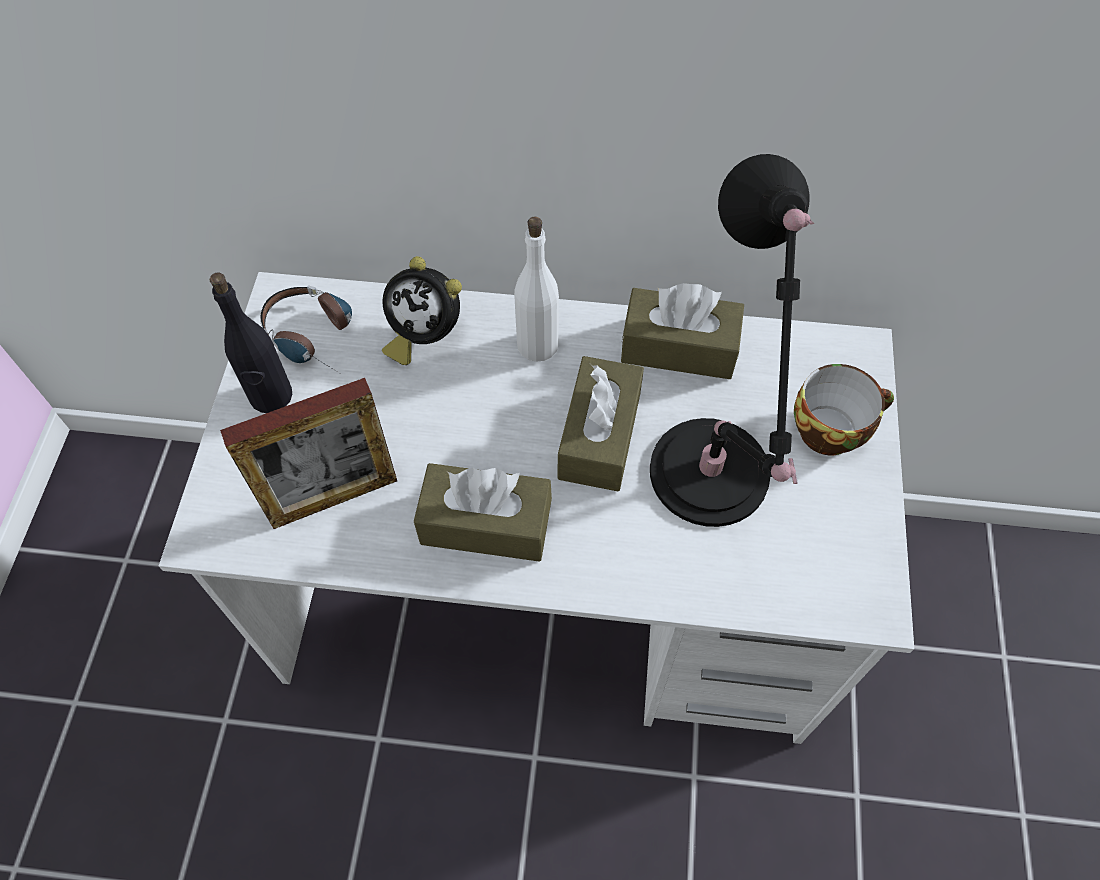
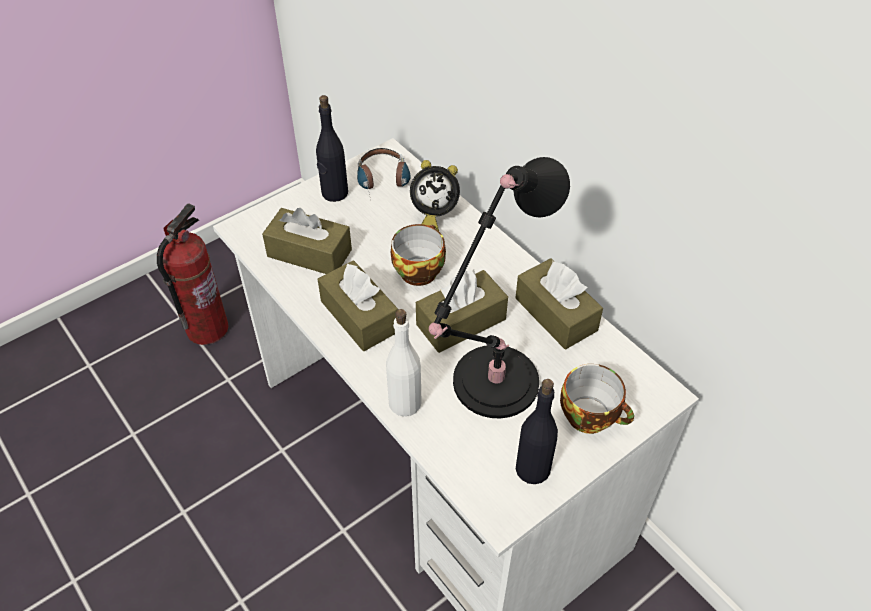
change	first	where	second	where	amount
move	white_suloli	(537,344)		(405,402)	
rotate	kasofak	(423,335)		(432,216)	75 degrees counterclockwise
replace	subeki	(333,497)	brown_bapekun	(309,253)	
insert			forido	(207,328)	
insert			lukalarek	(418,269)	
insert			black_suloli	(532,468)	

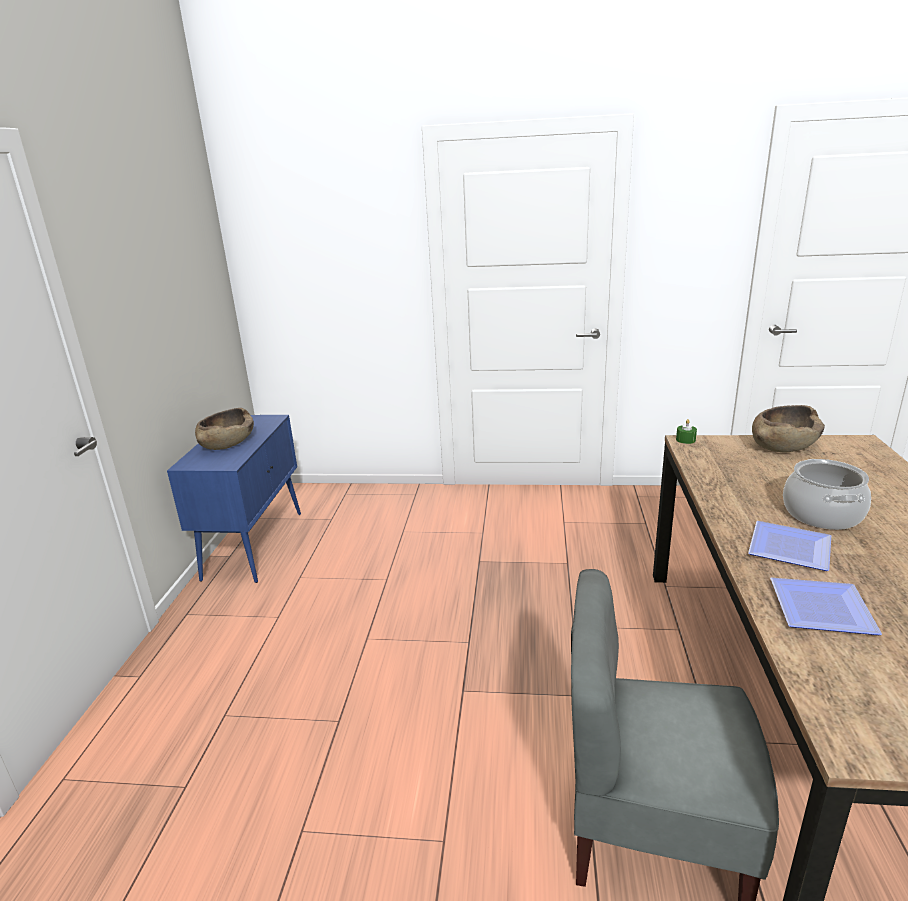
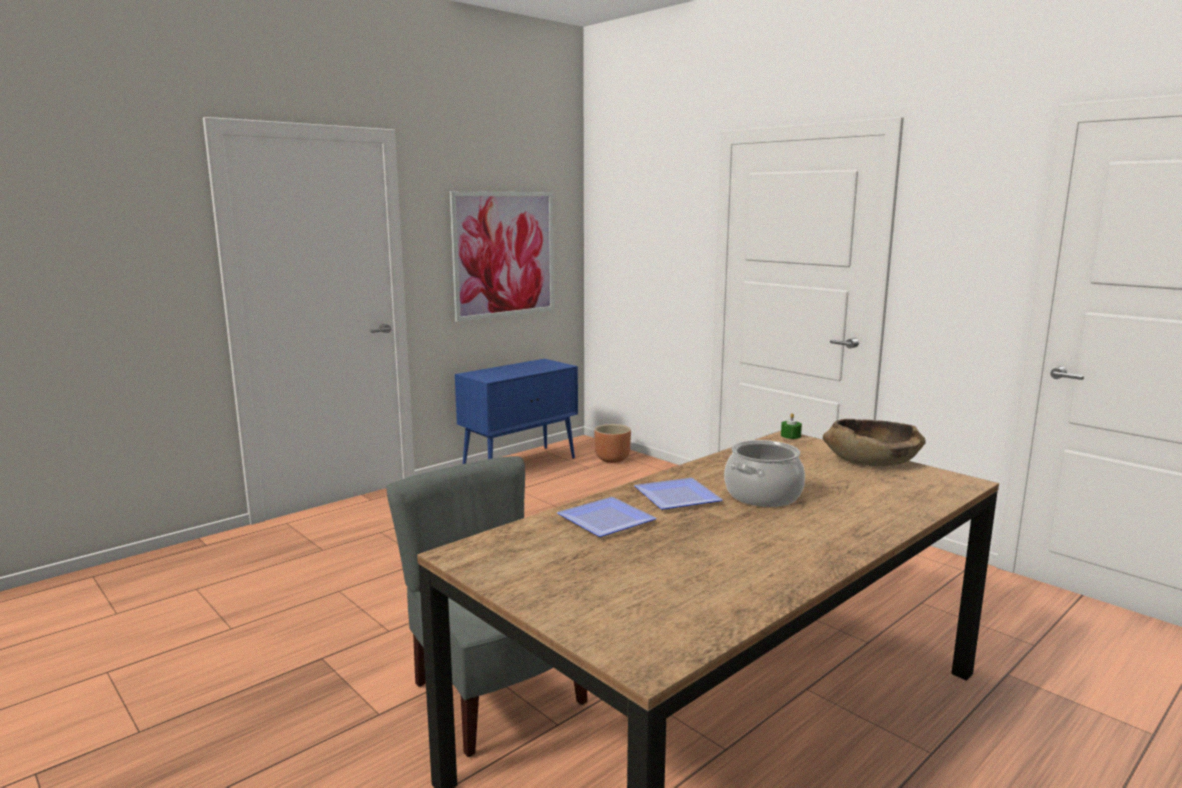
change	first	where	second	where	amount
delete	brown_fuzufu	(227,442)			
insert			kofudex	(504,254)	
insert			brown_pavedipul	(612,459)	

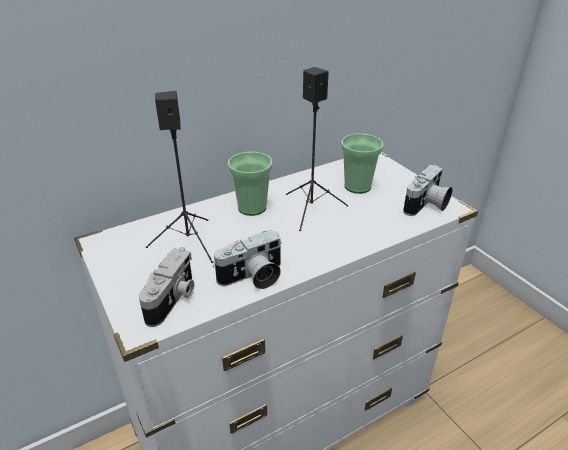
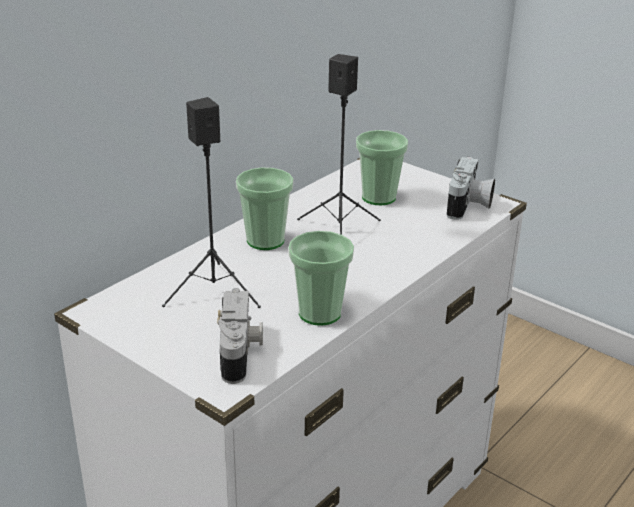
change	first	where	second	where	amount
replace	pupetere	(253,277)	lukalarek	(319,313)	

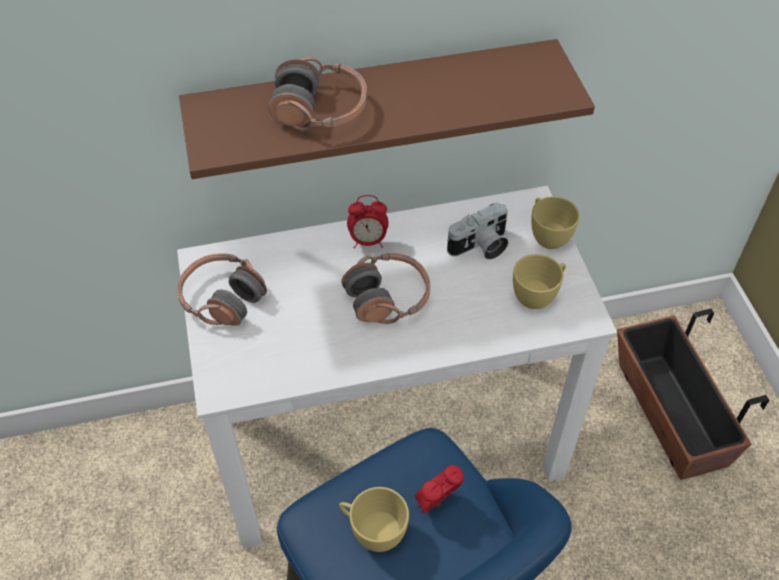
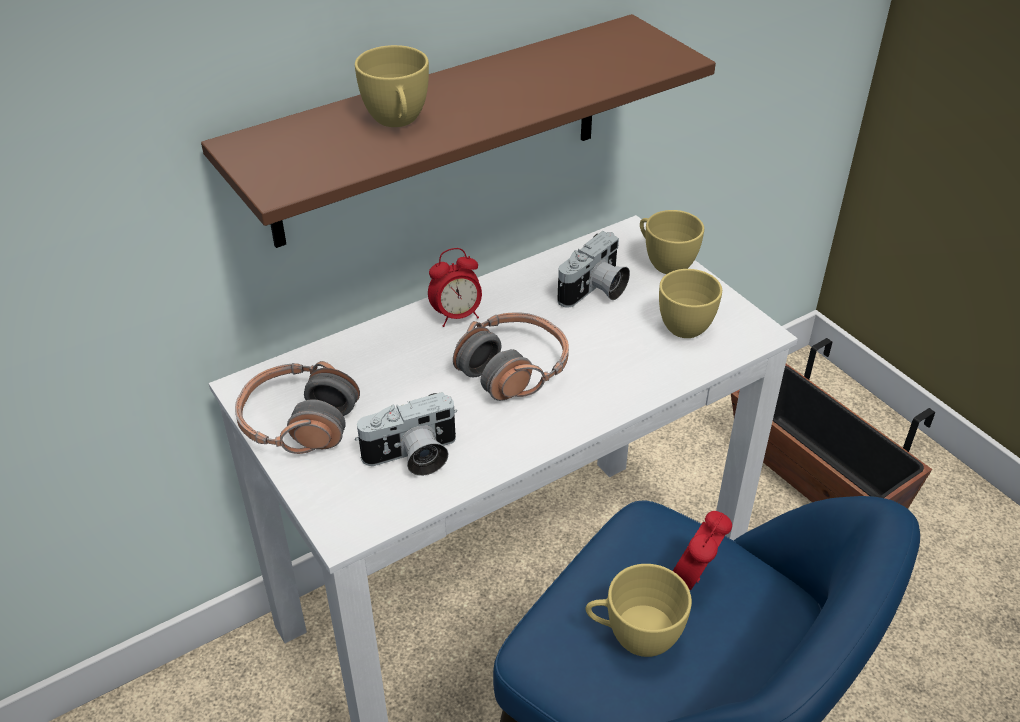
change	first	where	second	where	amount
replace	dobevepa	(320,110)	yellow_lukalarek	(397,122)	
insert			pupetere	(413,457)	

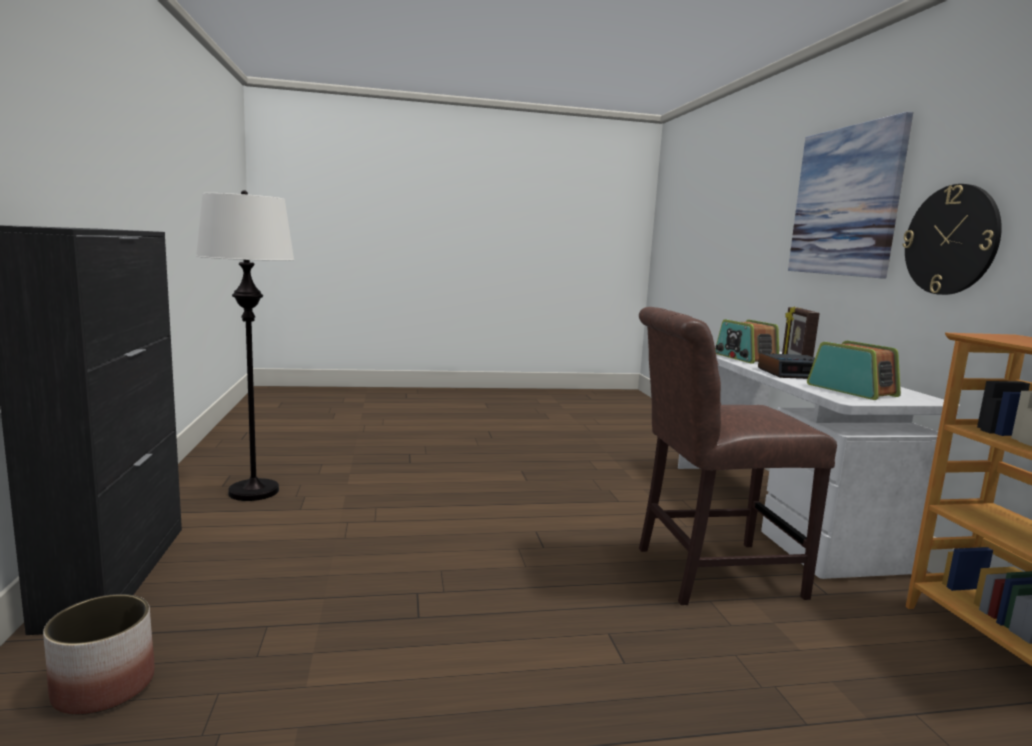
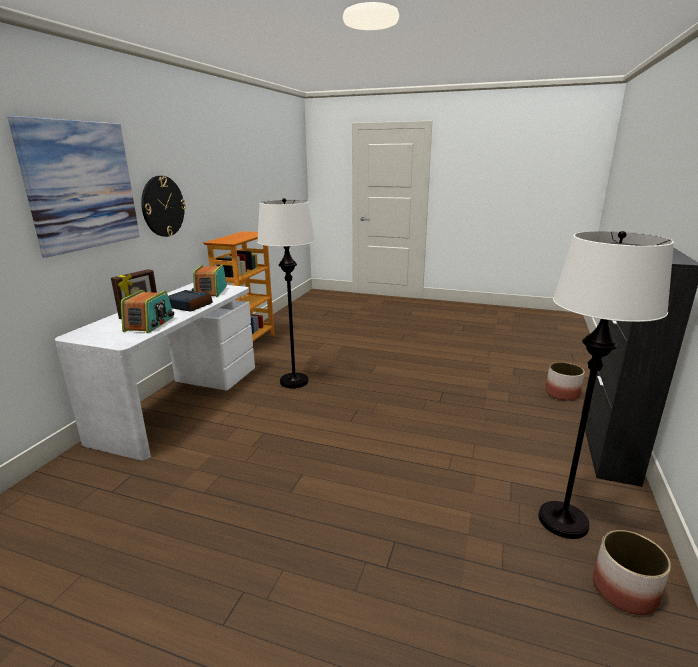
change	first	where	second	where	amount
replace	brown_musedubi	(708,572)	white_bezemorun	(294,381)	
insert			pavedipul	(624,590)	

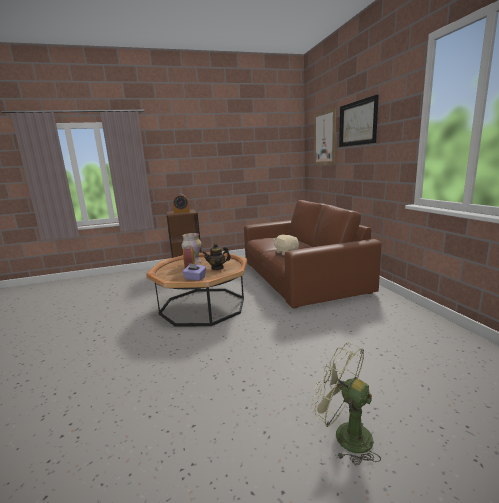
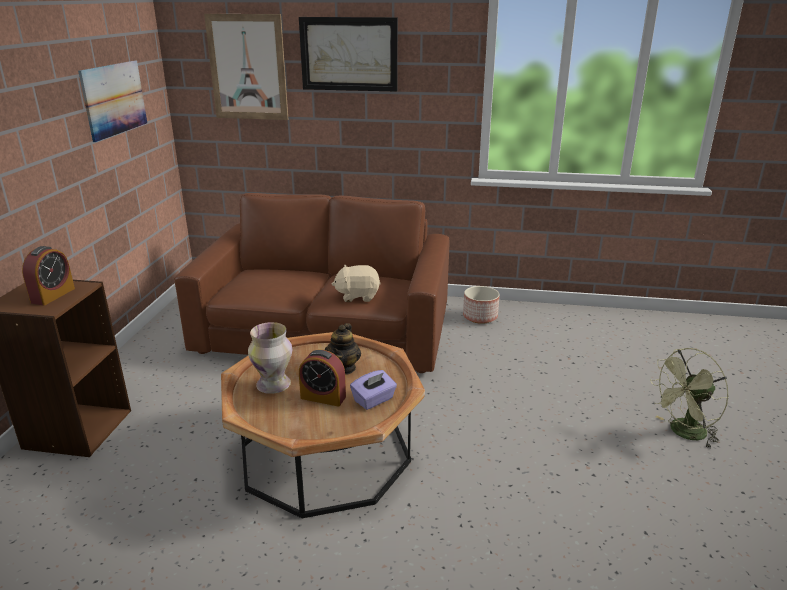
change	first	where	second	where	amount
insert			kofudex	(114,99)	
insert			pavedipul	(480,317)	

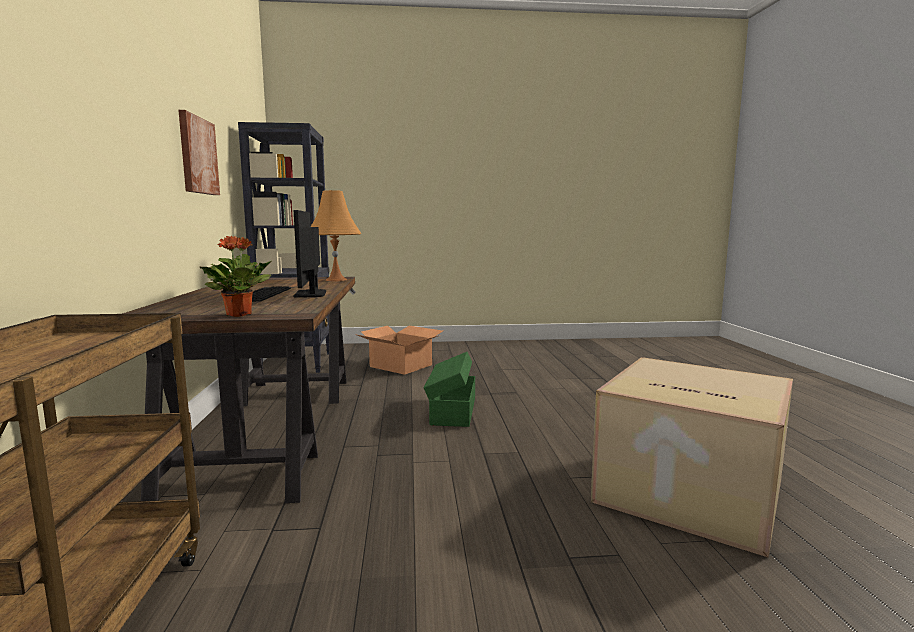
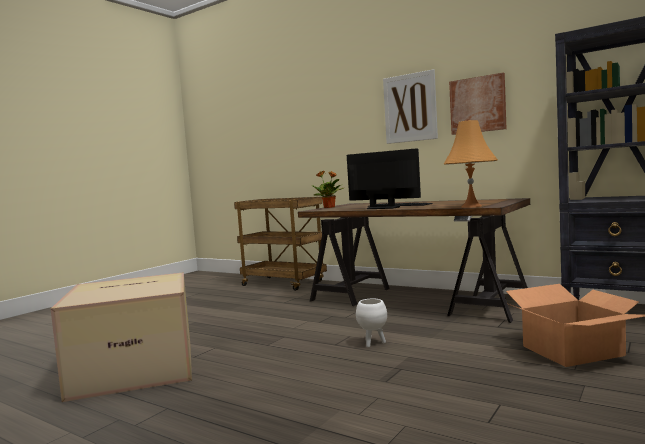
change	first	where	second	where	amount
replace	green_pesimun	(452,411)	white_pavedipul	(372,343)	
insert			kofudex	(410,108)	

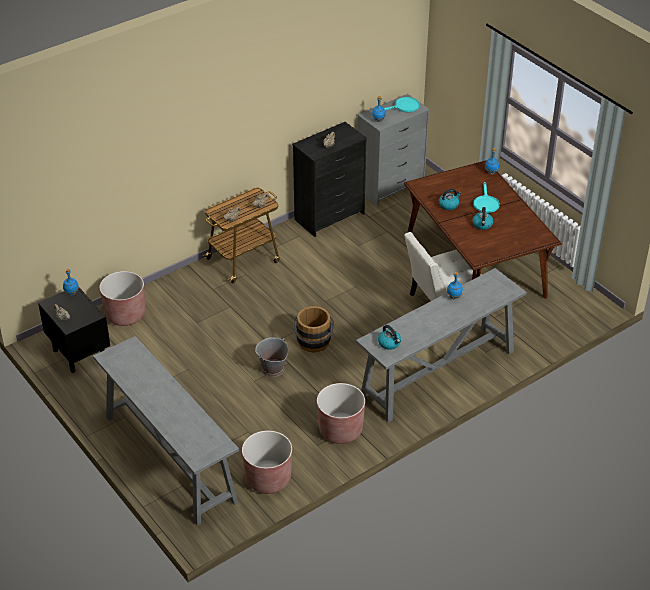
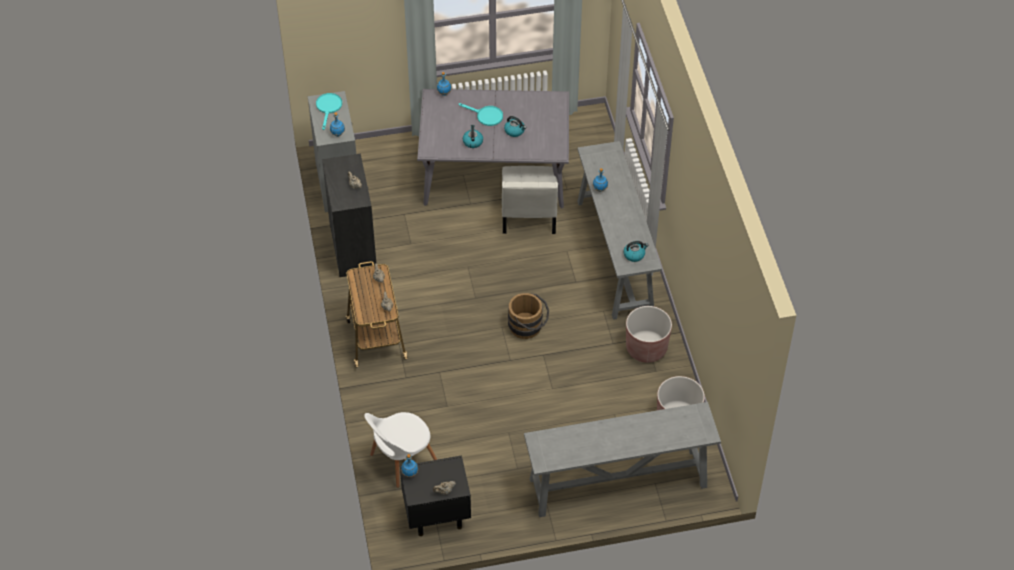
change	first	where	second	where	amount
recolor	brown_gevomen	(475,268)	grey_gevomen	(495,173)	
replace	brown_pavedipul	(125,315)	white_musedubi	(401,460)	
delete	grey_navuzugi	(272,369)			

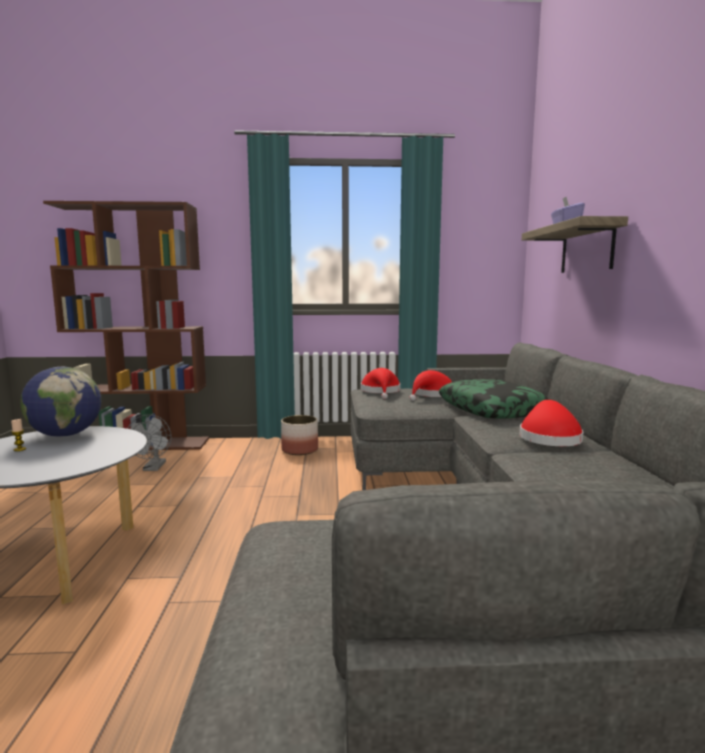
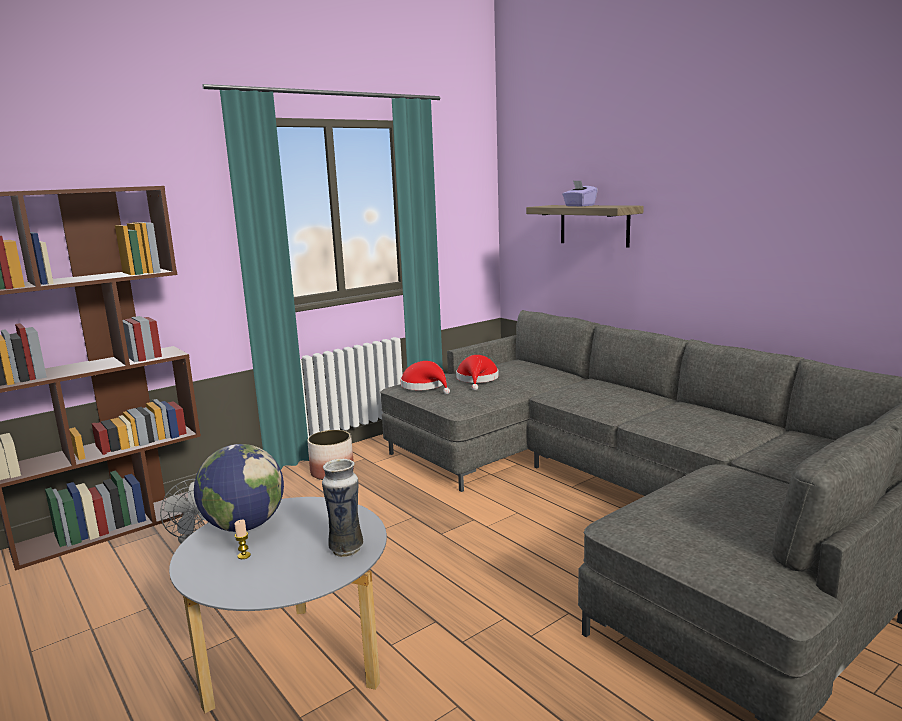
change	first	where	second	where	amount
delete	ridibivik	(491,409)			
delete	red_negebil	(548,438)			
insert			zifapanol	(346,548)	

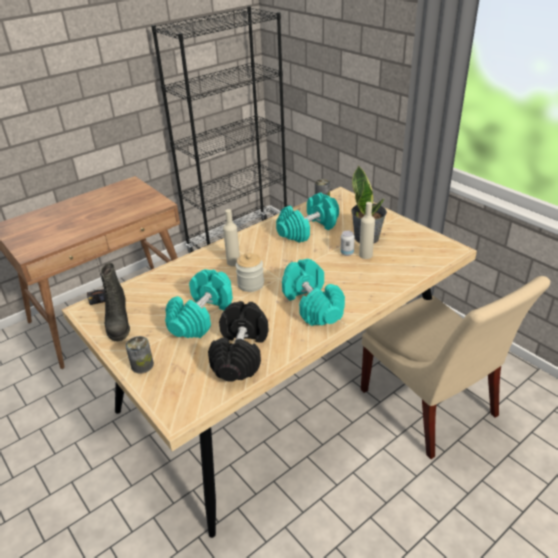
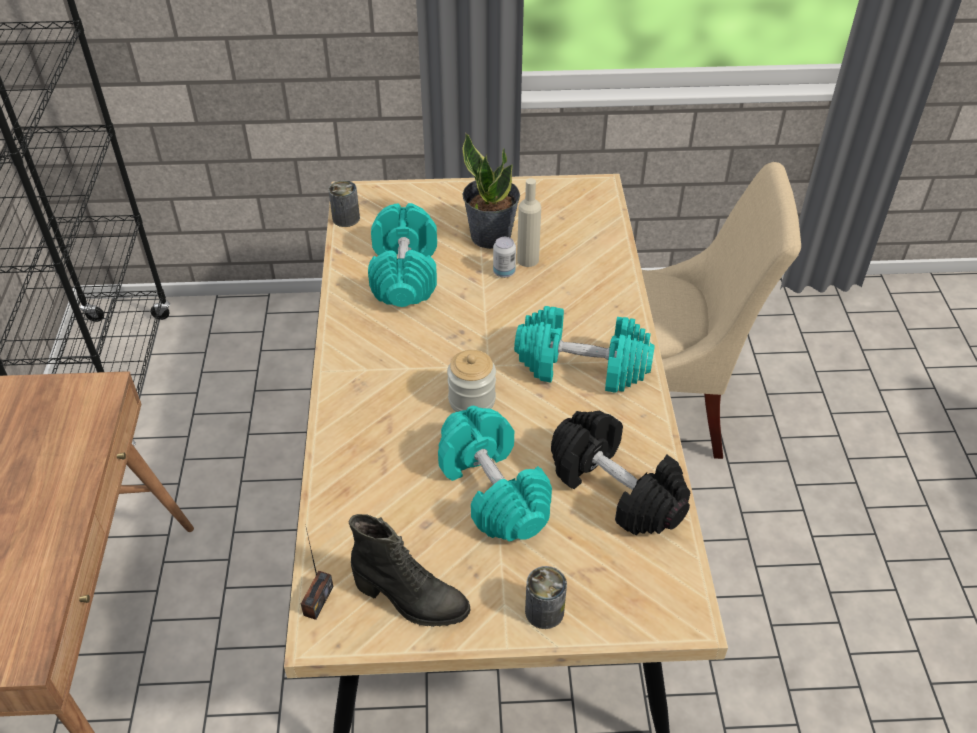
change	first	where	second	where	amount
delete	beige_suloli	(233,262)			

